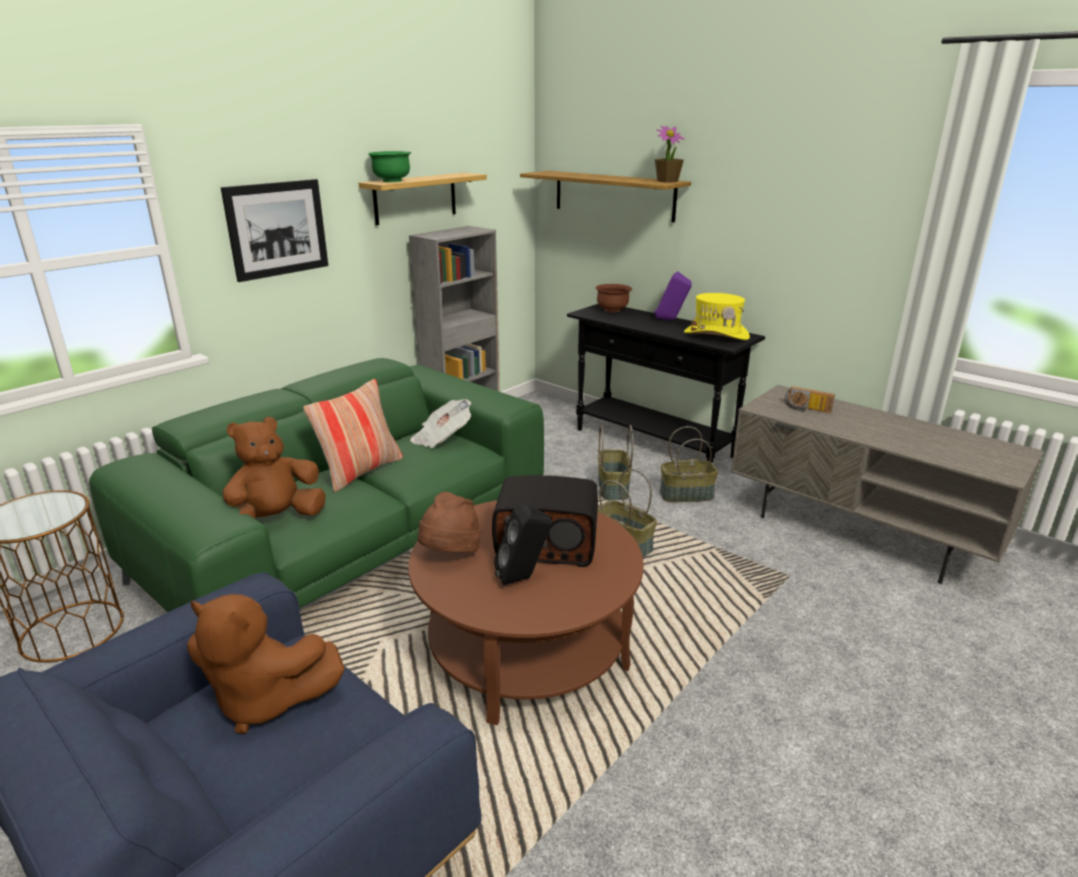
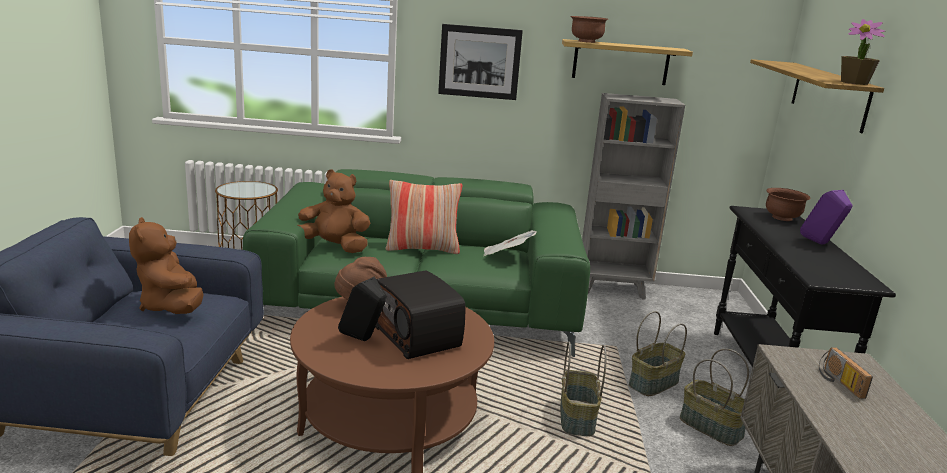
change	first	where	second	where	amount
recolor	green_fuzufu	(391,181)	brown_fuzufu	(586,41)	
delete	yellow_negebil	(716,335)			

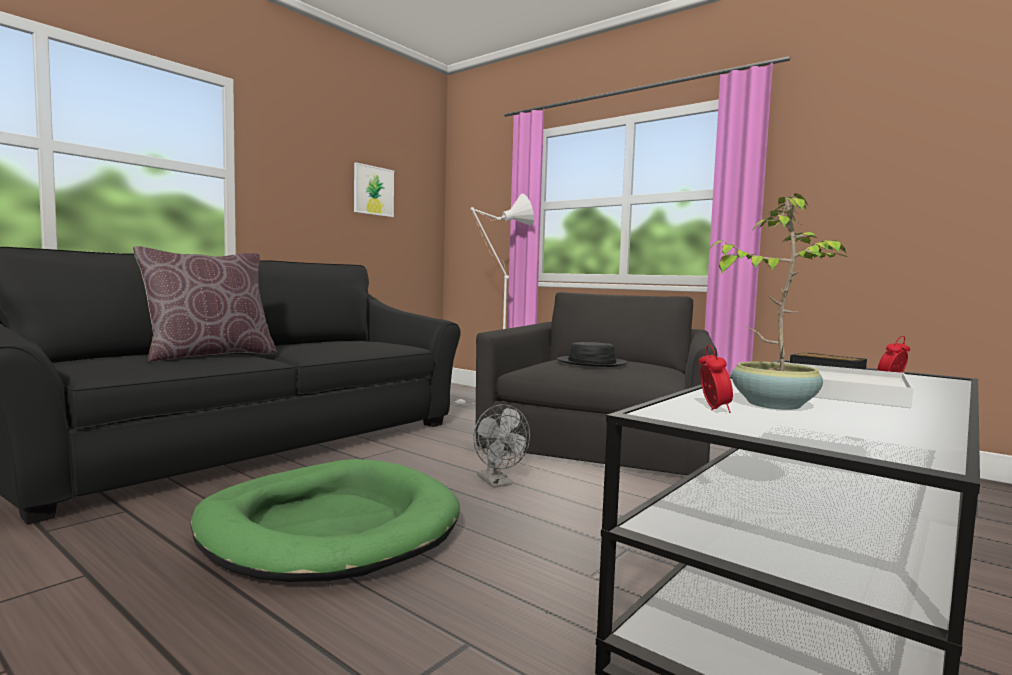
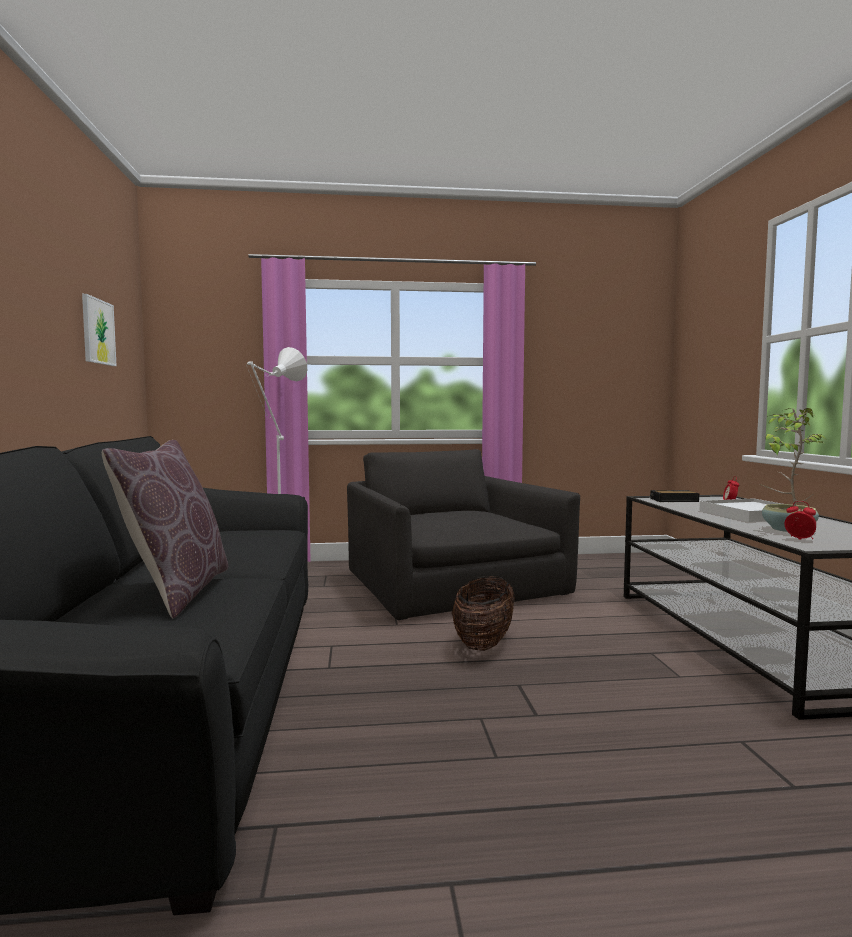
change	first	where	second	where	amount
delete	black_negebil	(591,363)			
replace	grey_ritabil	(498,483)	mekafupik	(484,643)	
delete	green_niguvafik	(329,527)			

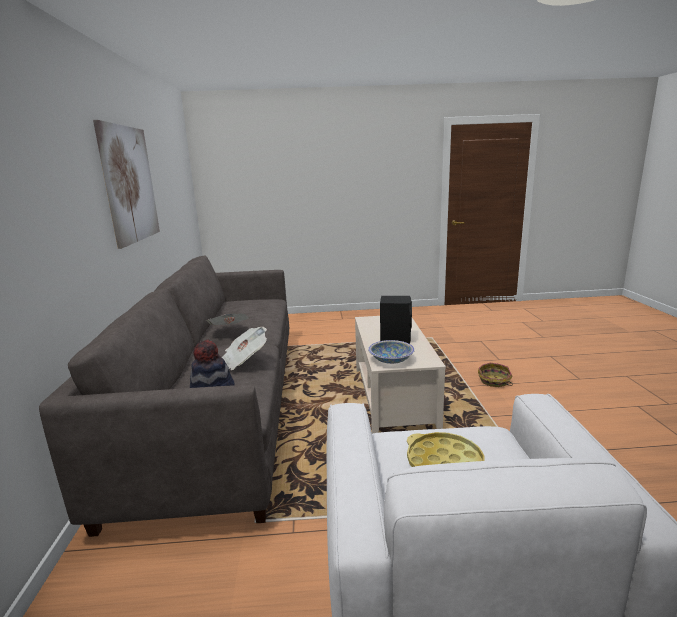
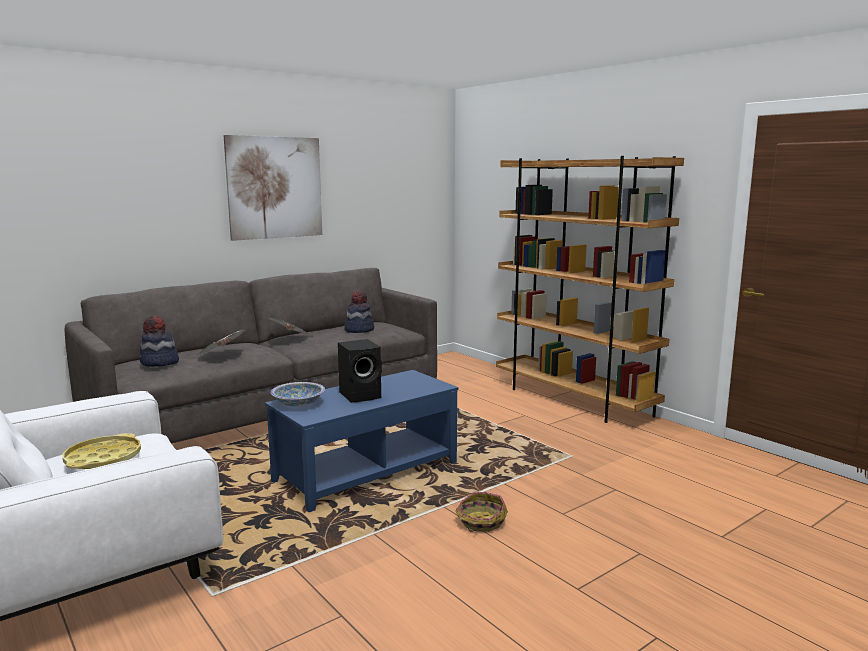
change	first	where	second	where	amount
recolor	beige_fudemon	(393,397)	blue_fudemon	(367,472)	
insert			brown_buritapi	(573,400)	
insert			negebil	(359,330)	

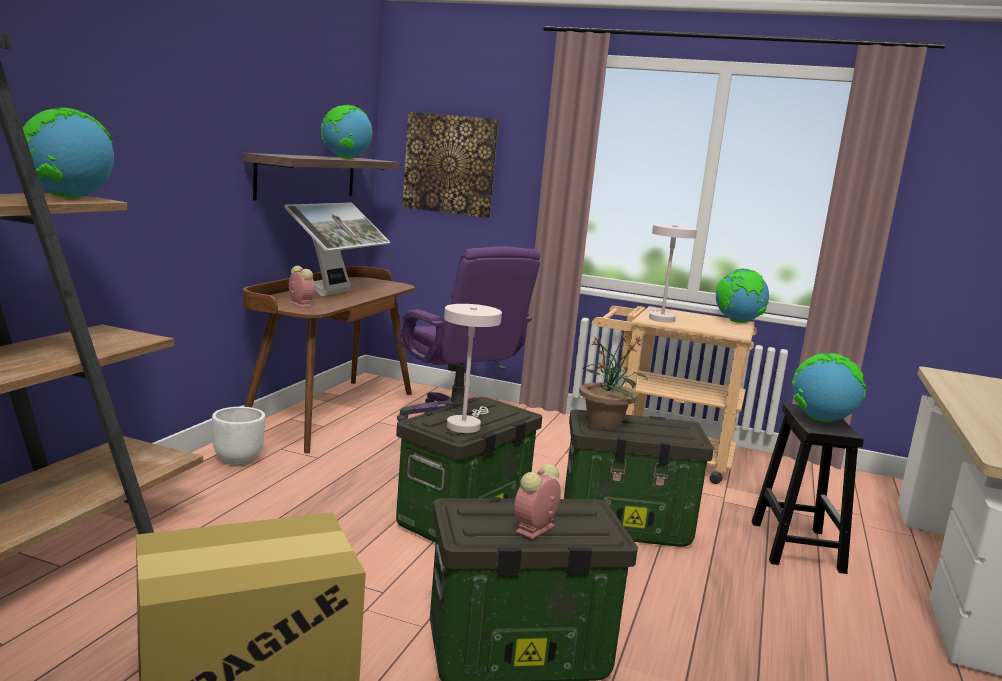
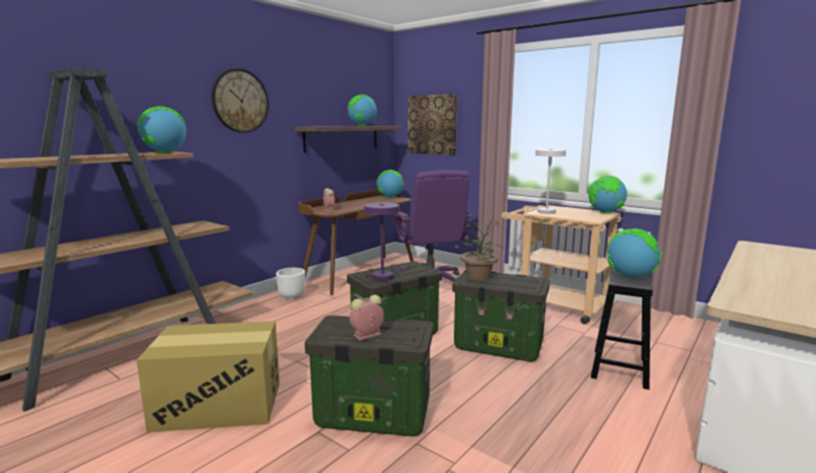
change	first	where	second	where	amount
delete	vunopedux	(334,293)			
recolor	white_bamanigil	(465,425)	purple_bamanigil	(385,276)	
insert			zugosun	(240,101)	
insert			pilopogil	(390,197)	

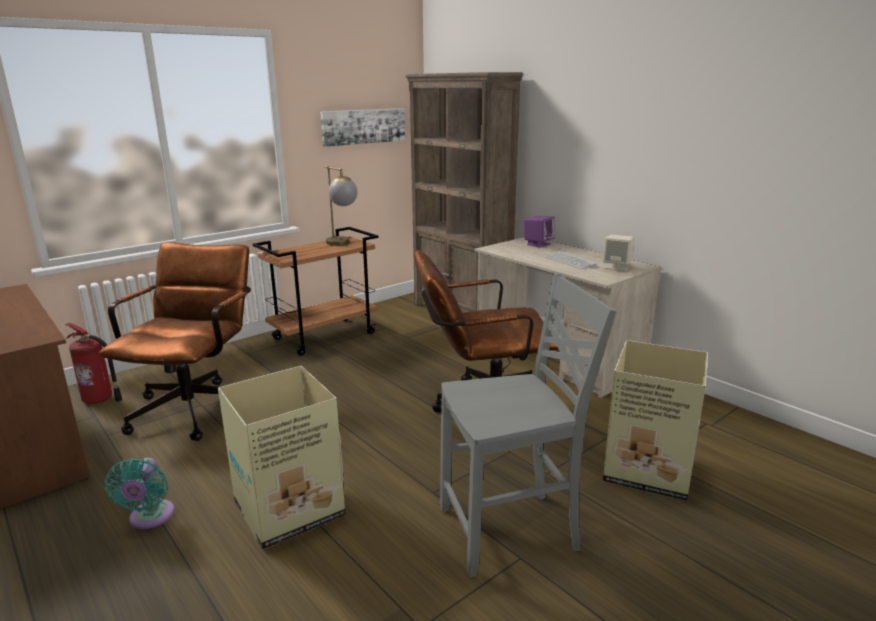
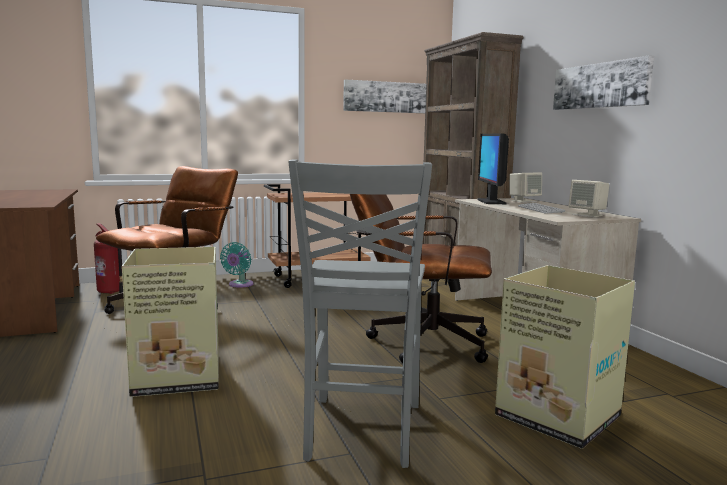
change	first	where	second	where	amount
delete	bamanigil	(342,244)			
recolor	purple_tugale	(538,244)	beige_tugale	(524,201)	
rotate	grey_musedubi	(511,531)		(361,432)	90 degrees clockwise
move	turquoise_ritabil	(150,518)		(239,285)	
insert			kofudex	(600,85)	
insert			vunopedux	(491,202)	

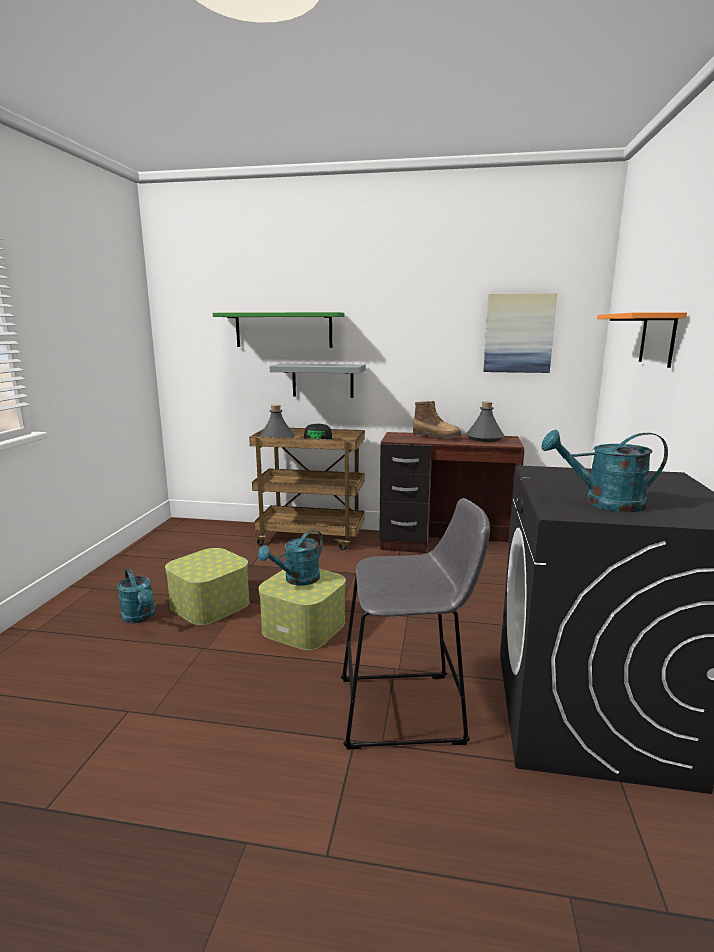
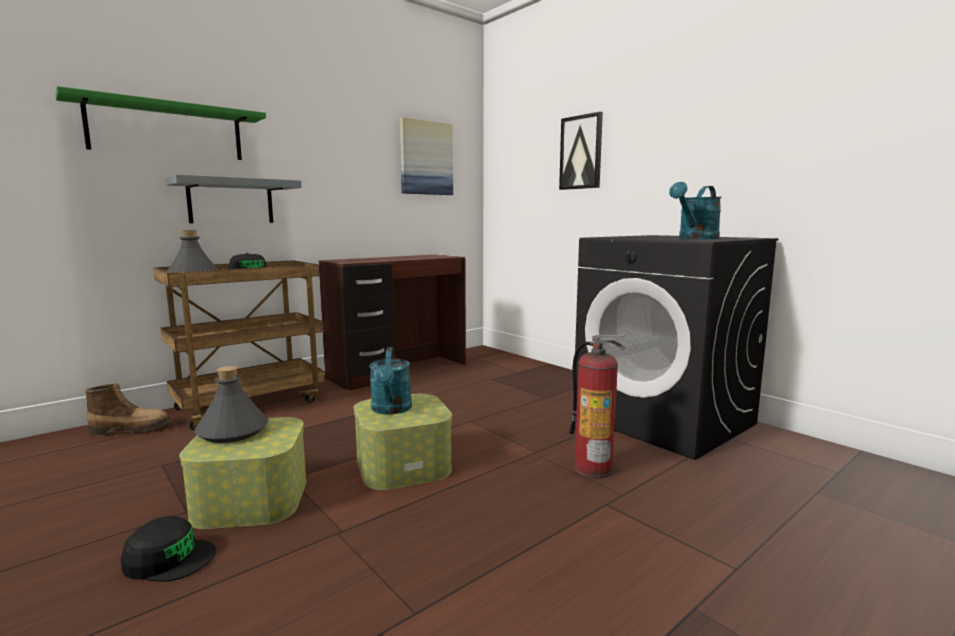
change	first	where	second	where	amount
replace	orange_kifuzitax	(657,339)	kofudex	(581,152)	
move	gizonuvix	(437,437)		(131,429)	
move	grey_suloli	(484,438)		(232,432)	
replace	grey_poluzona	(408,710)	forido	(593,469)	
replace	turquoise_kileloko	(140,617)	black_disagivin	(169,559)	

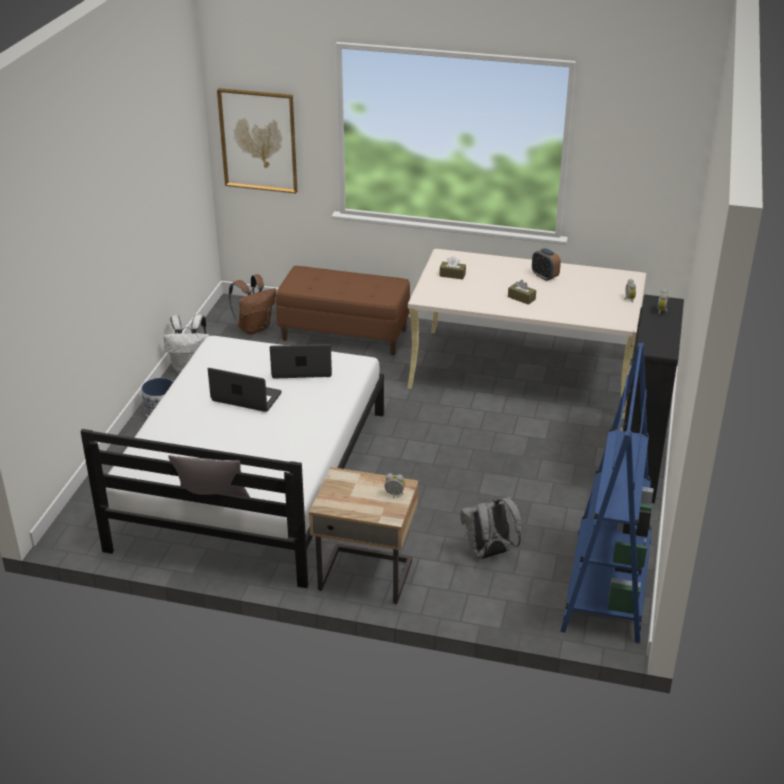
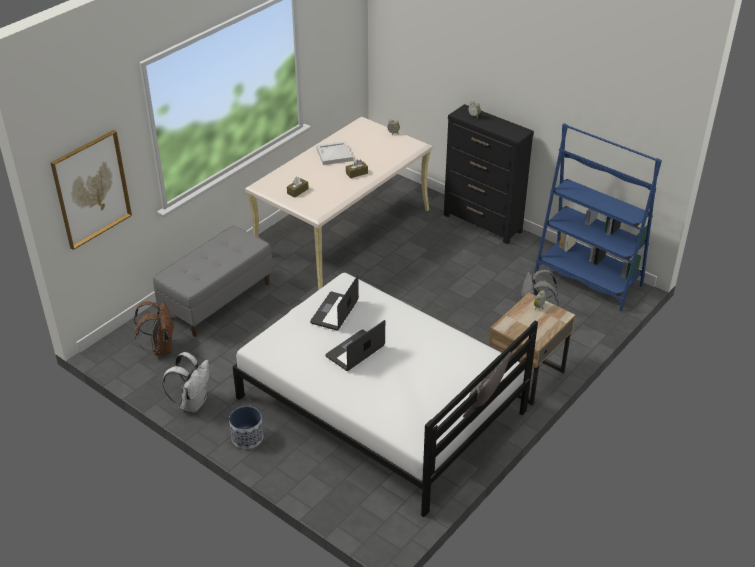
change	first	where	second	where	amount
replace	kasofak	(544,276)	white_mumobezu	(335,154)	
recolor	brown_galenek	(345,334)	grey_galenek	(217,299)	

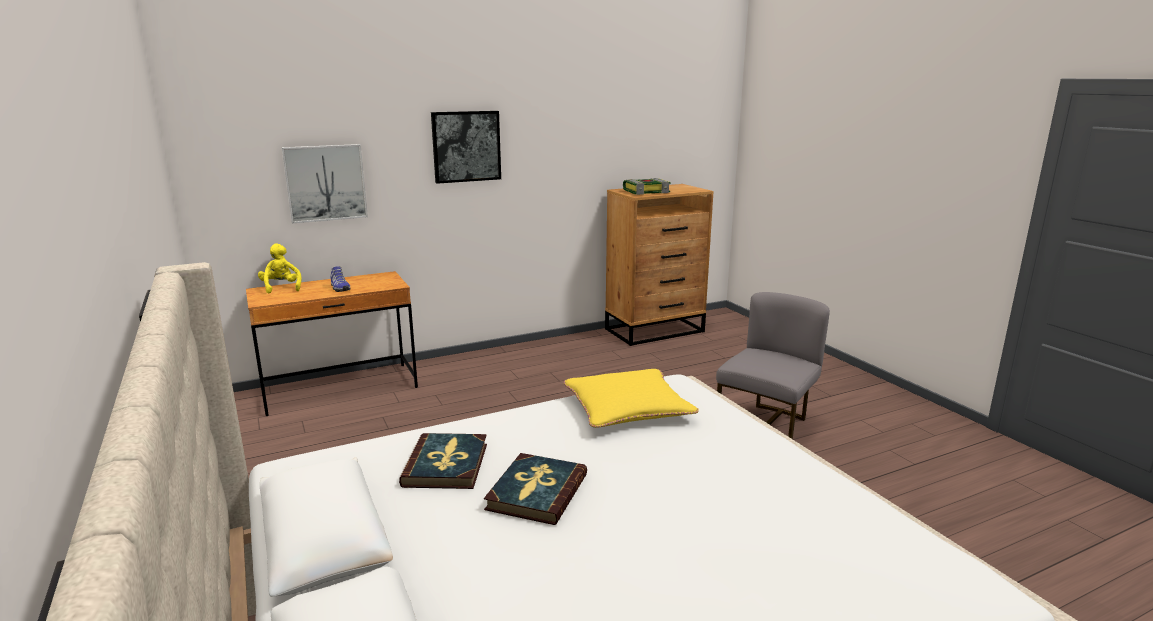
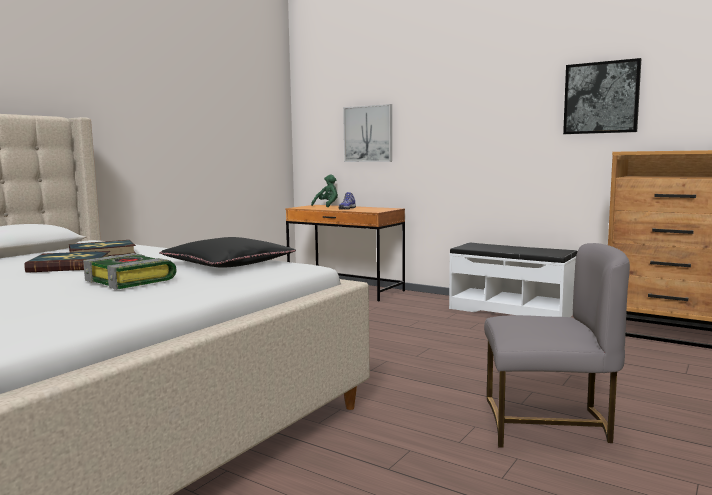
change	first	where	second	where	amount
move	kofudex	(466,146)		(601,98)	
move	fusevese	(646,191)		(131,281)	
recolor	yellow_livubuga	(281,288)	green_livubuga	(327,205)	
recolor	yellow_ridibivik	(627,408)	black_ridibivik	(228,264)	
insert			white_galenek	(511,310)	

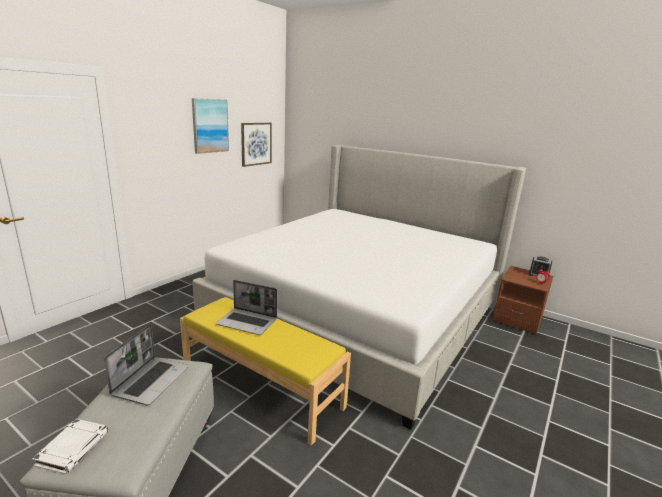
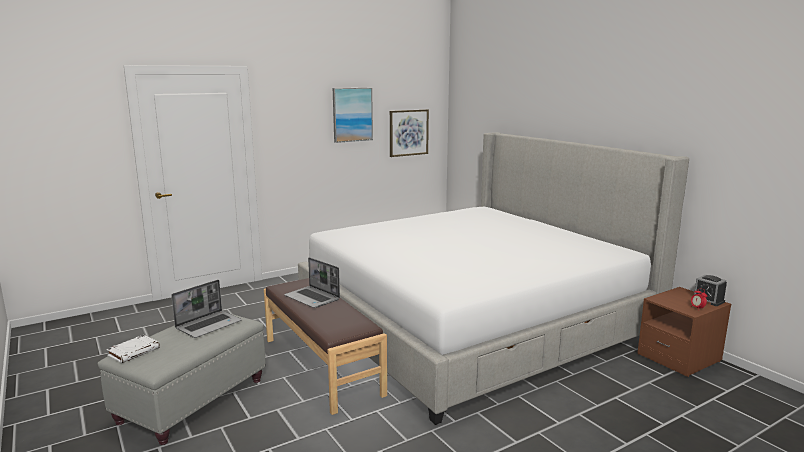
change	first	where	second	where	amount
recolor	yellow_galenek	(262,387)	brown_galenek	(322,365)	

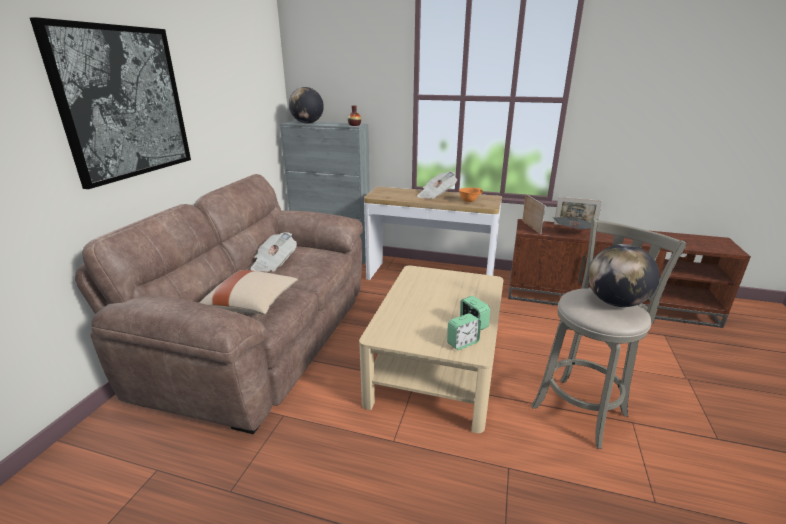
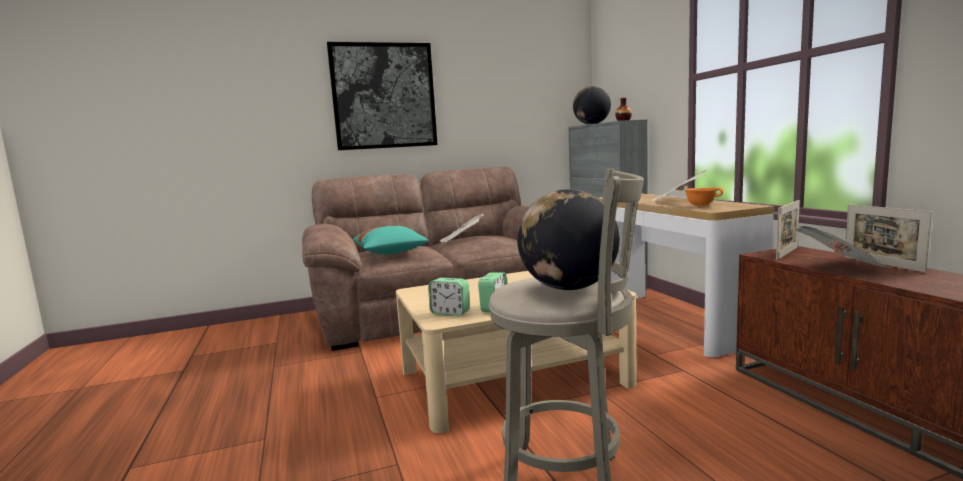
change	first	where	second	where	amount
recolor	beige_ridibivik	(252,304)	turquoise_ridibivik	(391,253)	

